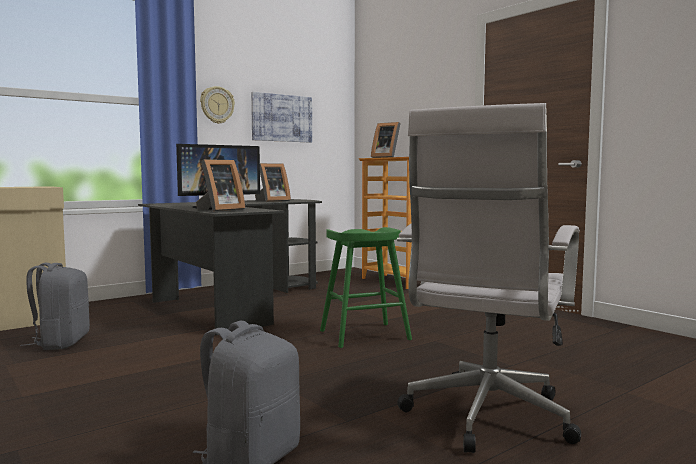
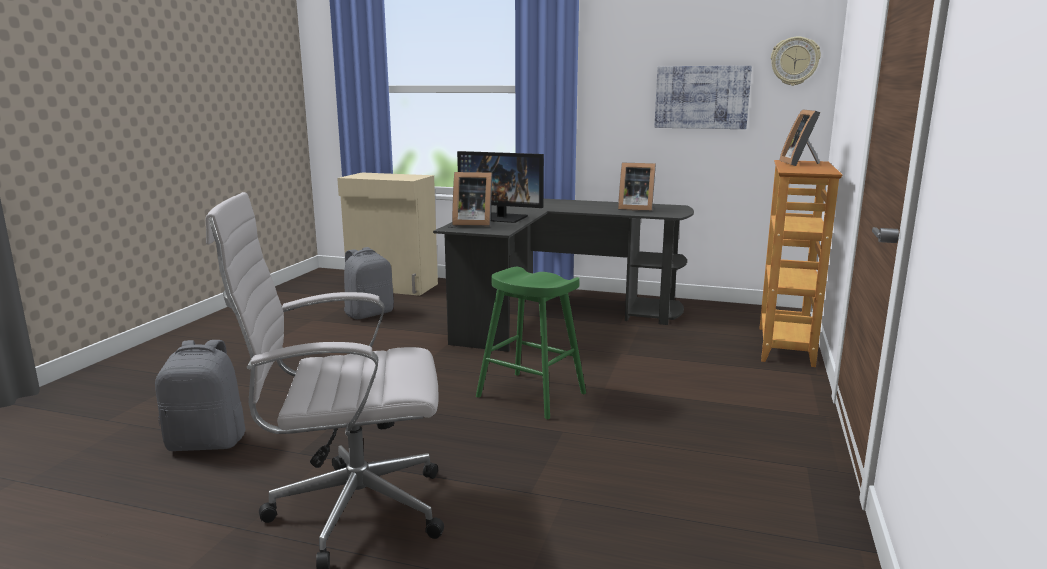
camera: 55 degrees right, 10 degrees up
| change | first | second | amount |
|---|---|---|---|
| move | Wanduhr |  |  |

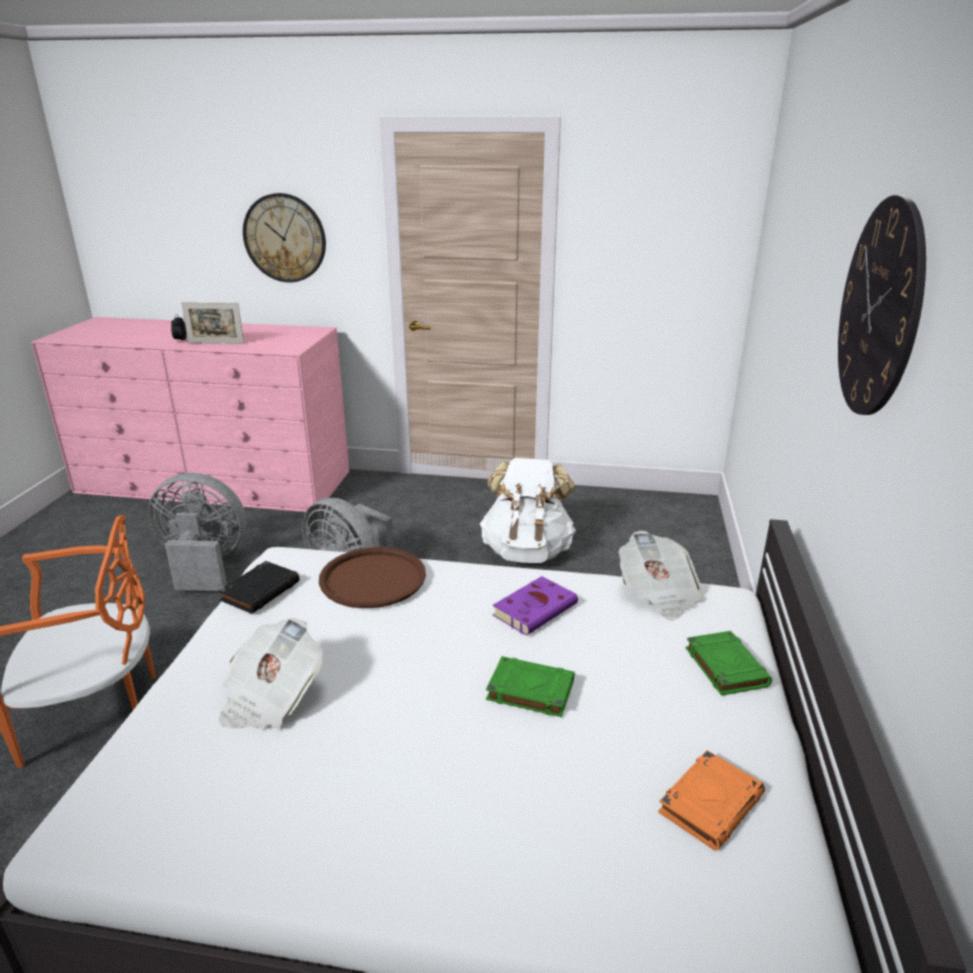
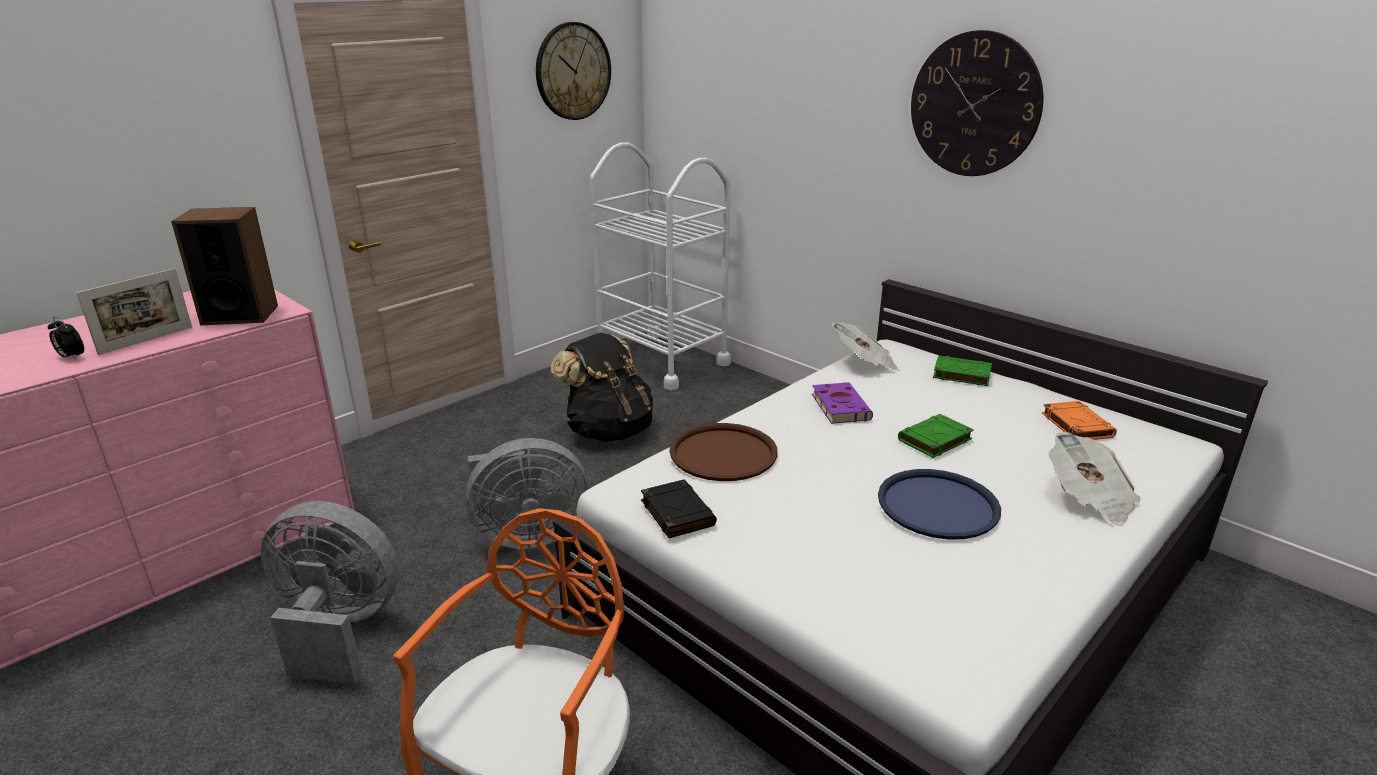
camera: 55 degrees left, 0 degrees up
| change | first | second | amount |
|---|---|---|---|
| insert |  | Lautsprecher |  |
| rotate | Ventilator (grau) (1st from left) |  | 60 degrees clockwise |
| move | Wanduhr (1st from left) |  |  |
| recolor | Rucksack (weiß) | Rucksack (schwarz) |  |
| insert |  | Rollwagen (weiß) |  |
| insert |  | Tablett (blau) |  |
| move | Zeitung (1st from left in the first image) | Zeitung (2nd from left) |  |

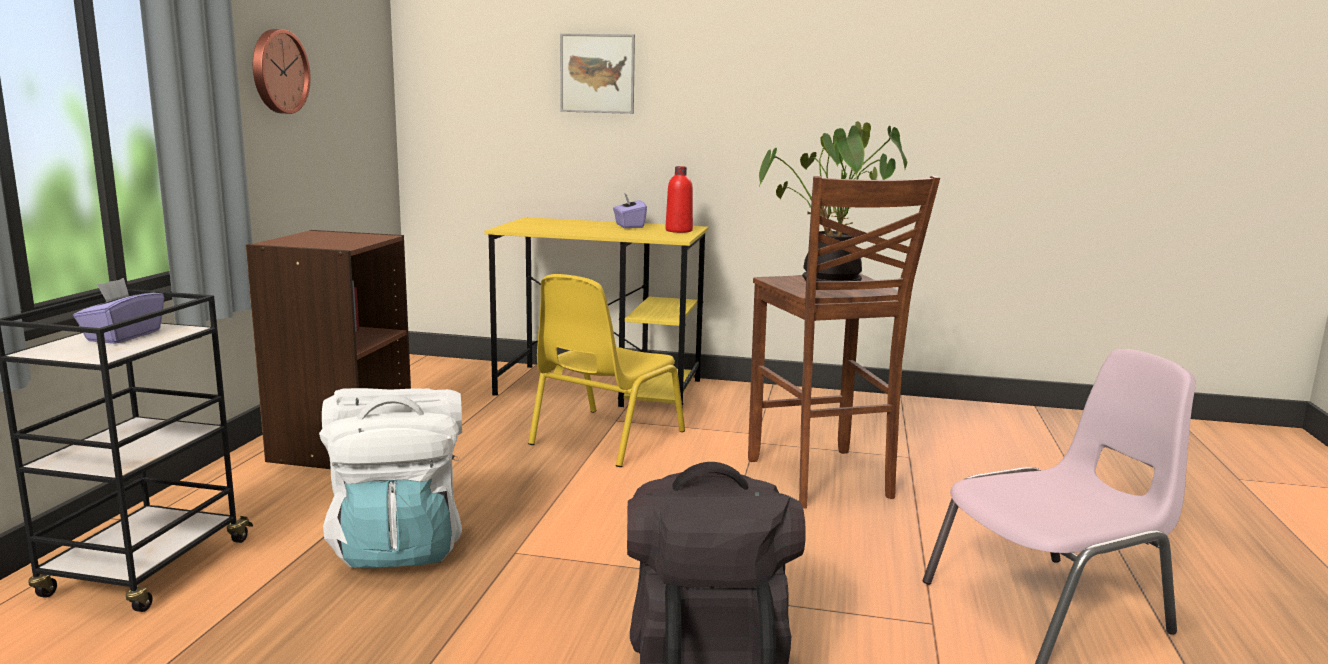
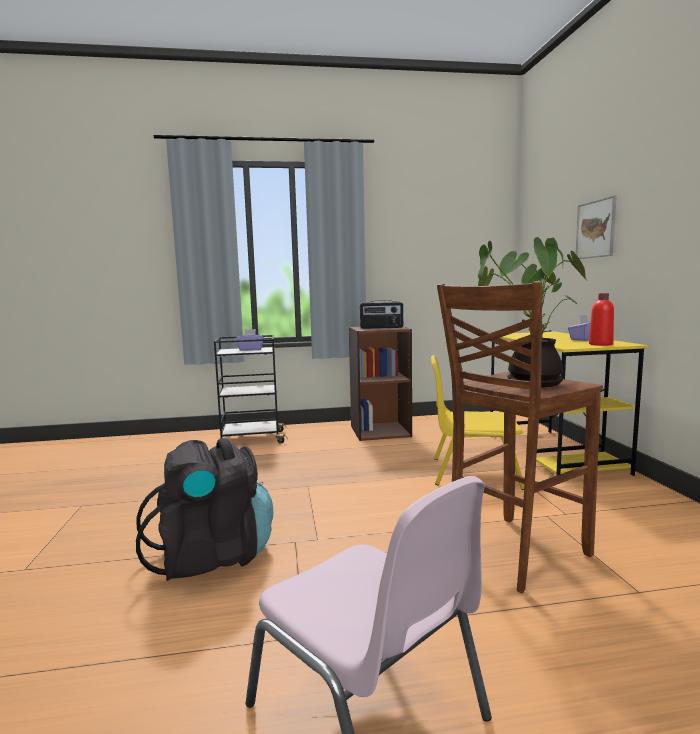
camera: 70 degrees right, 5 degrees down
| change | first | second | amount |
|---|---|---|---|
| insert |  | Radio |  |
| delete | Wanduhr |  |  |
| delete | Rucksack (weiß) |  |  |

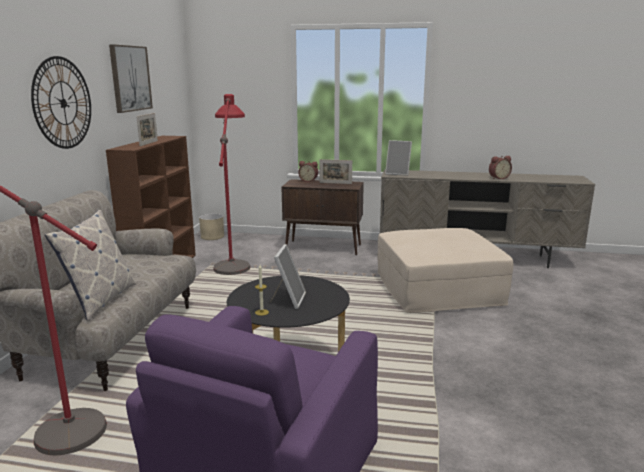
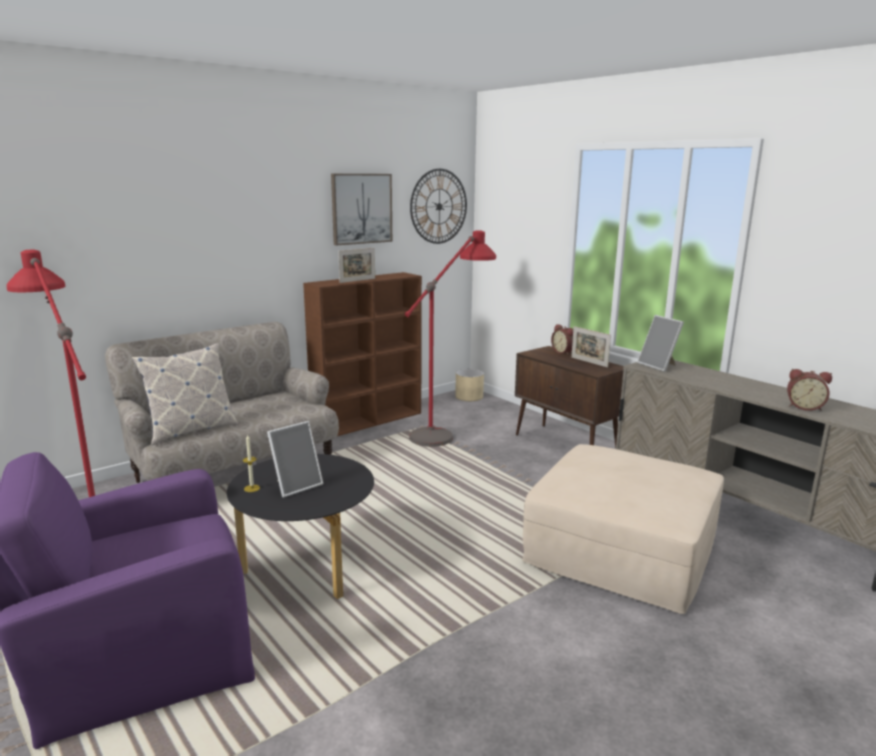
camera: 40 degrees right, 0 degrees up
| change | first | second | amount |
|---|---|---|---|
| move | Wanduhr |  |  |

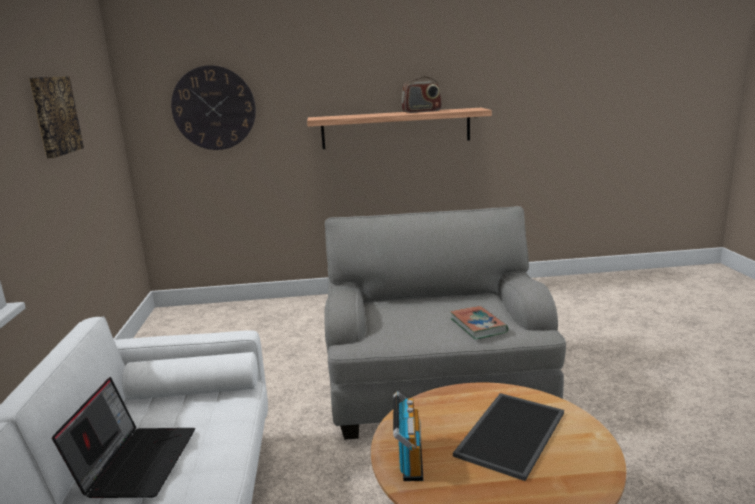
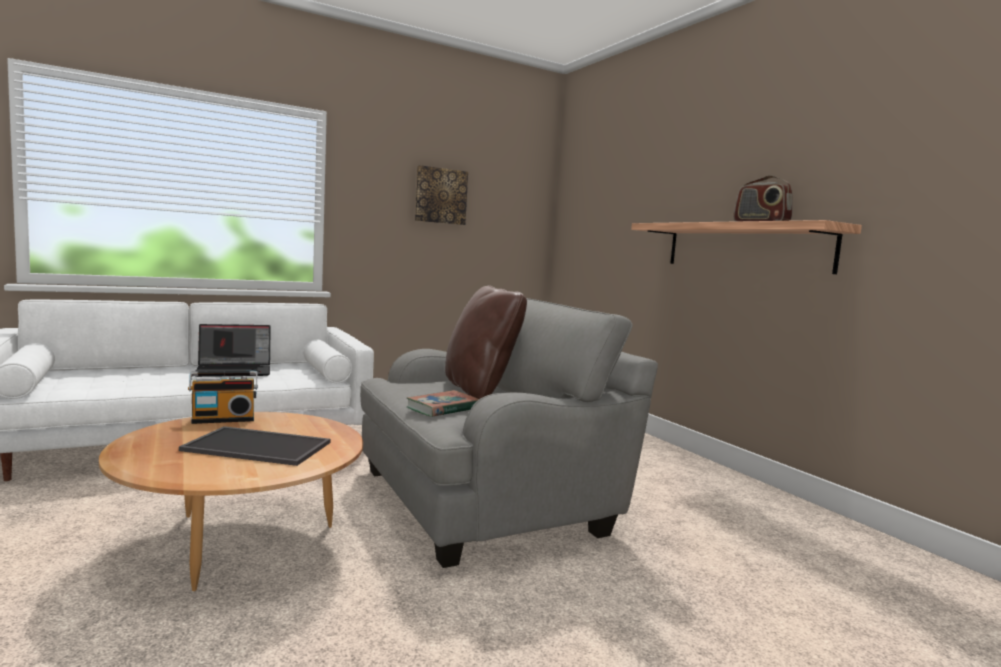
camera: 65 degrees right, 10 degrees down
| change | first | second | amount |
|---|---|---|---|
| insert |  | Kissen (braun) |  |
| delete | Wanduhr |  |  |

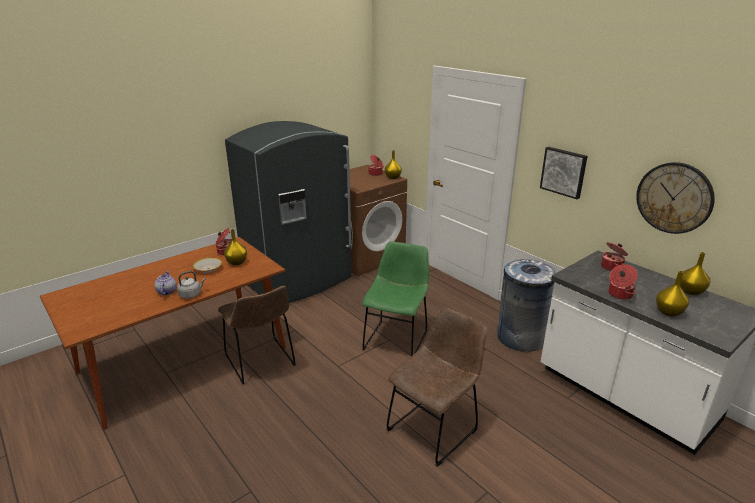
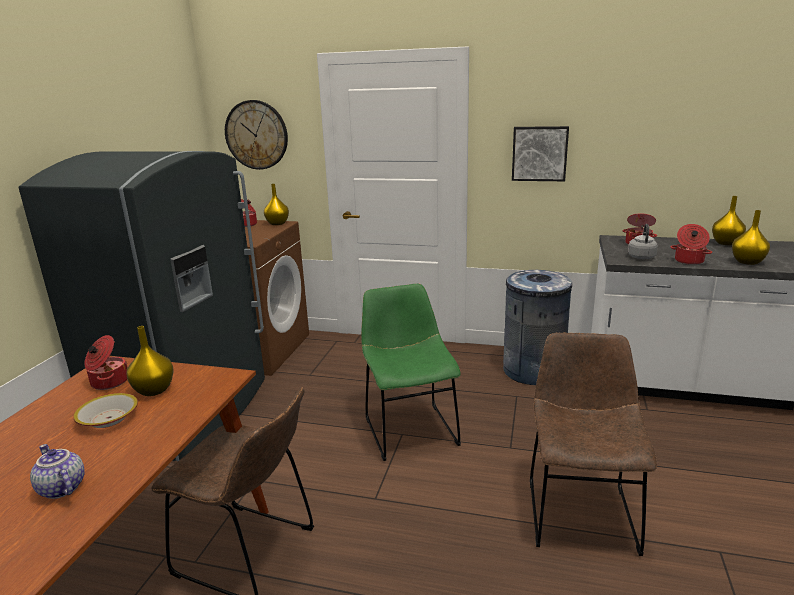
camera: 35 degrees left, 5 degrees down
| change | first | second | amount |
|---|---|---|---|
| move | Wanduhr |  |  |
| move | Wasserkessel (grau) |  |  |

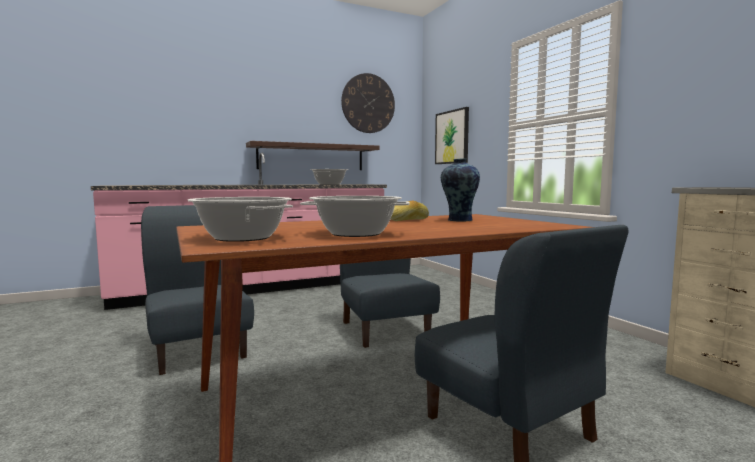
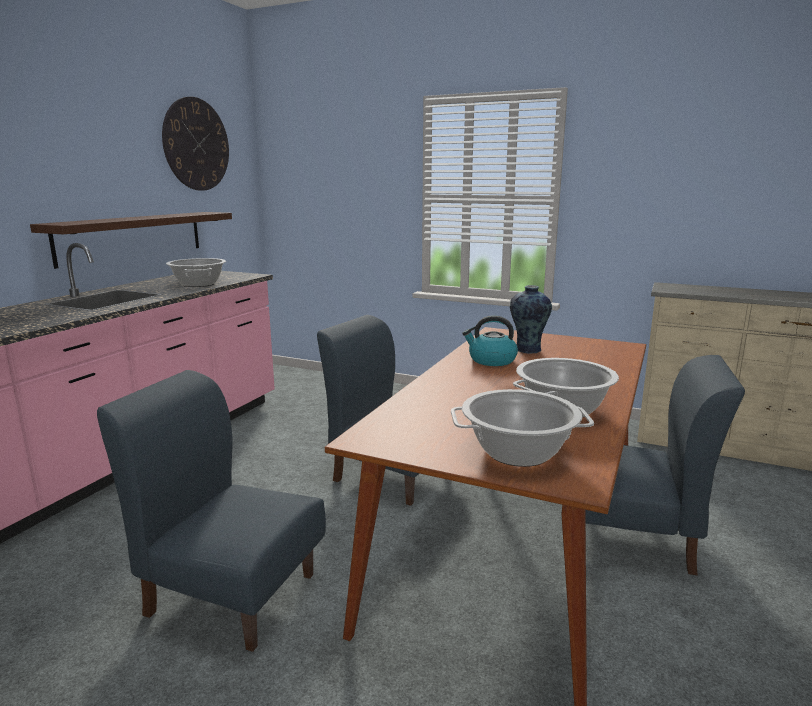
camera: 40 degrees left, 10 degrees up
| change | first | second | amount |
|---|---|---|---|
| replace | Brot | Wasserkessel |  |
| delete | Bild |  |  |

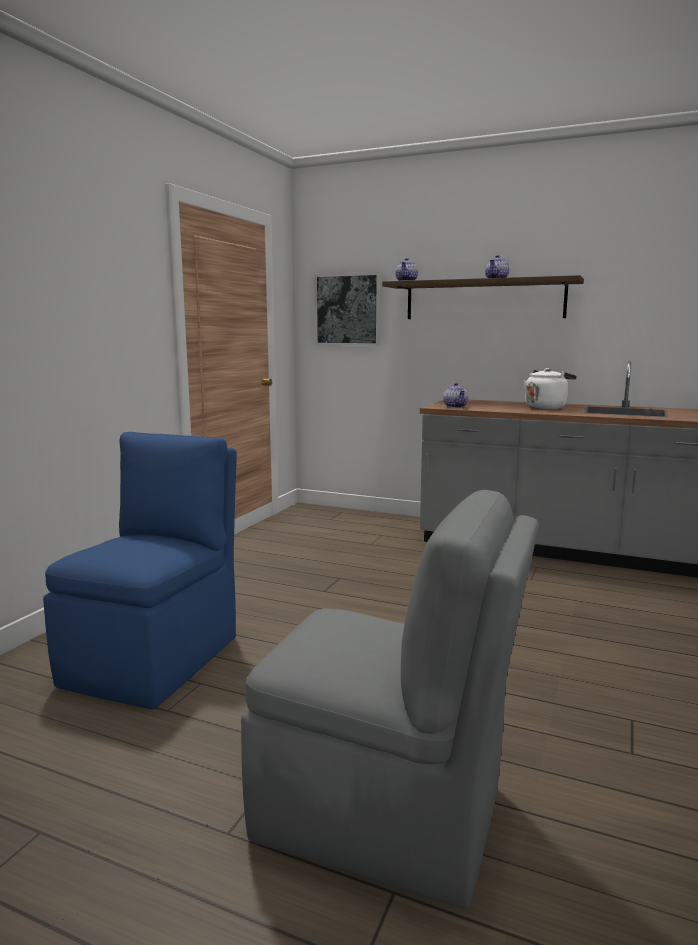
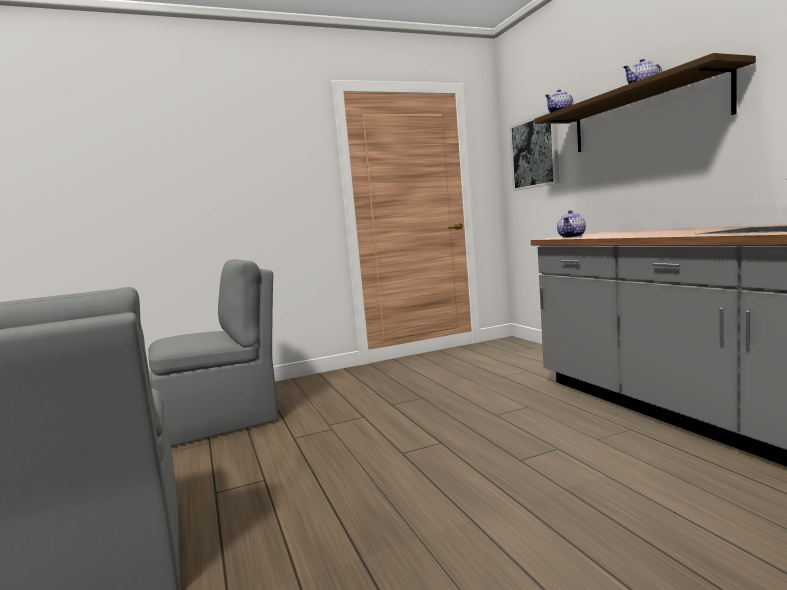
camera: 45 degrees right, 5 degrees down
| change | first | second | amount |
|---|---|---|---|
| recolor | Stuhl (blau) | Stuhl (grau) (2nd from left) |  |
| delete | Wasserkessel (weiß) |  |  |

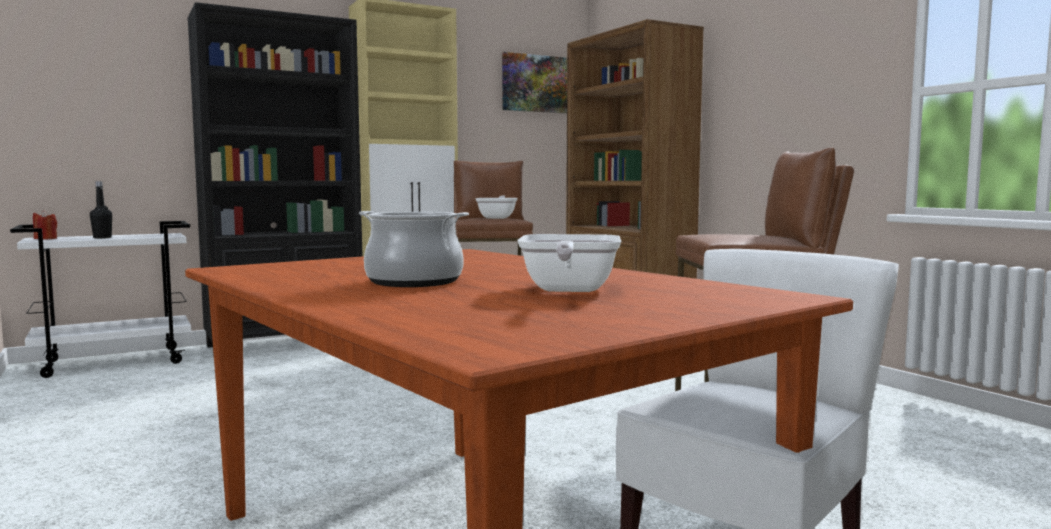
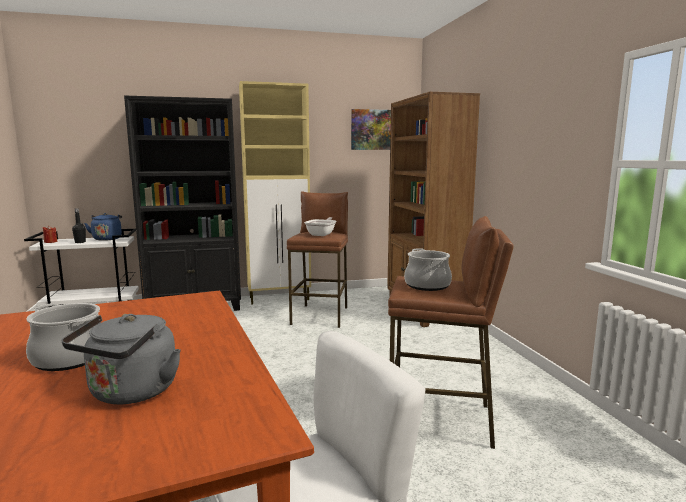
camera: 15 degrees right, 5 degrees up
| change | first | second | amount |
|---|---|---|---|
| replace | Pfanne (2nd from left) | Wasserkessel (grau) |  |
| insert |  | Wasserkessel (blau) |  |
| insert |  | Kochtopf (2nd from left) |  |

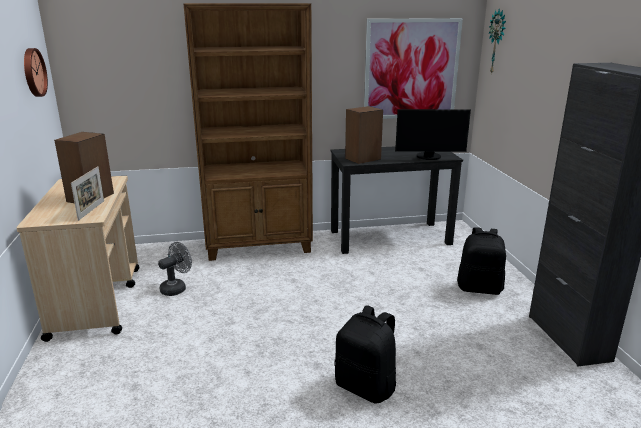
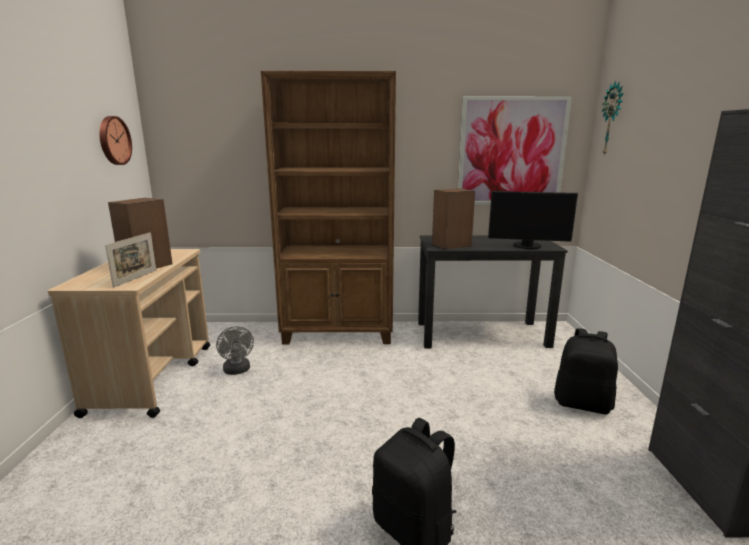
camera: 10 degrees right, 5 degrees down
| change | first | second | amount |
|---|---|---|---|
| rotate | Ventilator (grau) |  | 105 degrees clockwise |

